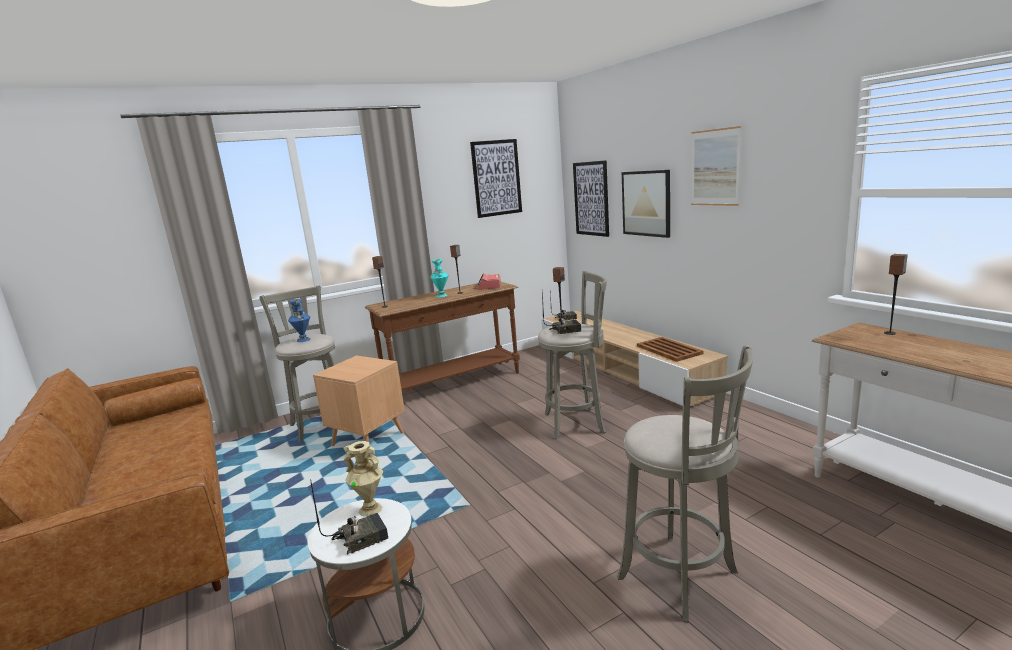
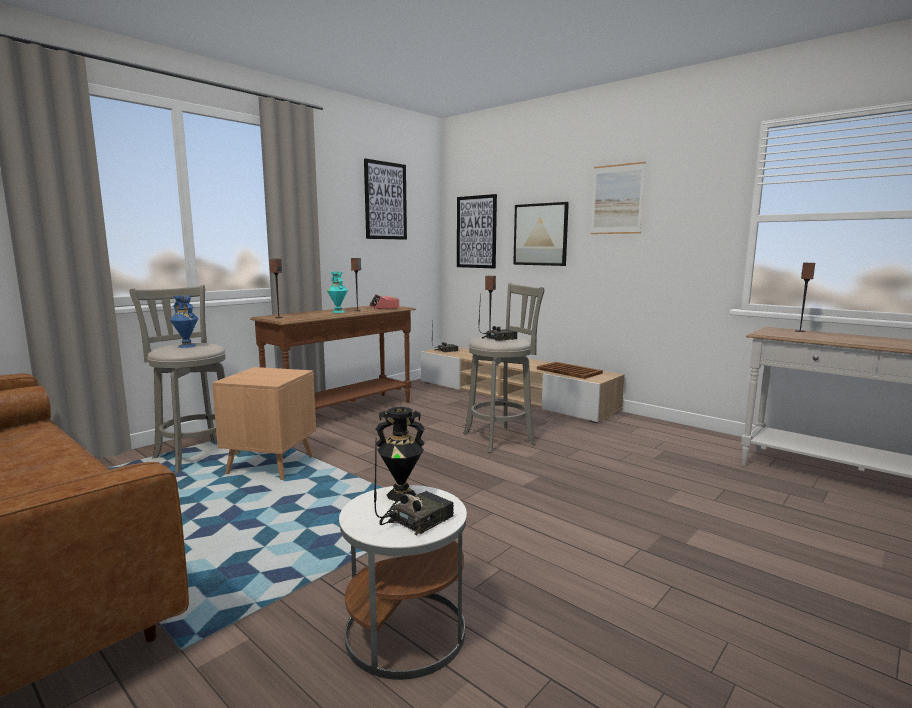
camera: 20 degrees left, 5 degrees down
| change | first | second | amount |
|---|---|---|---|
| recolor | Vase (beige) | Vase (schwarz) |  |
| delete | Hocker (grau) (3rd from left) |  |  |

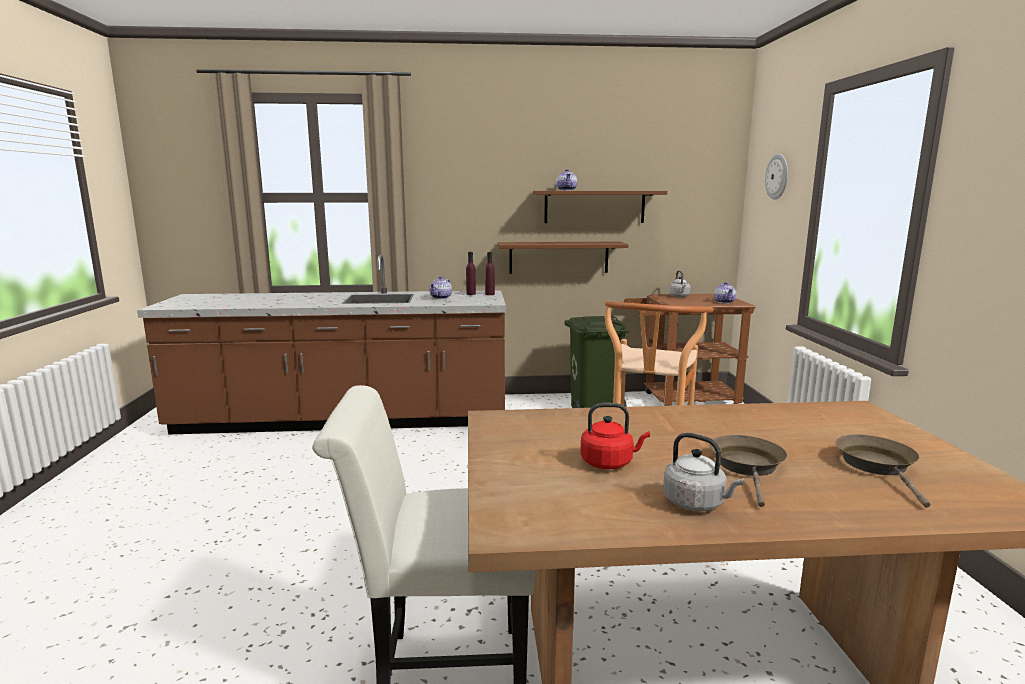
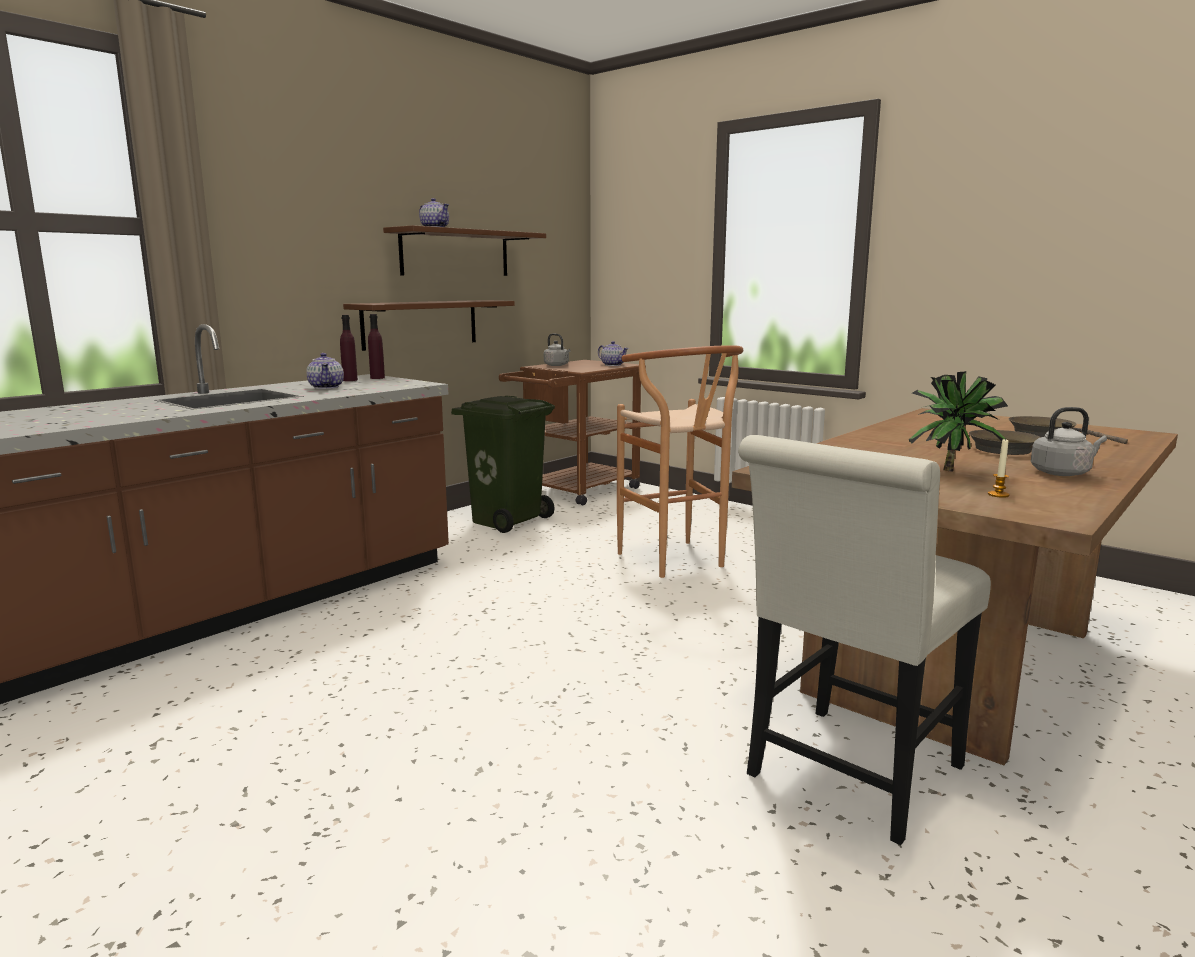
camera: 45 degrees left, 0 degrees up
| change | first | second | amount |
|---|---|---|---|
| replace | Wasserkessel (rot) | Topfpflanze |  |
| insert |  | Kerze |  |
| delete | Wanduhr |  |  |

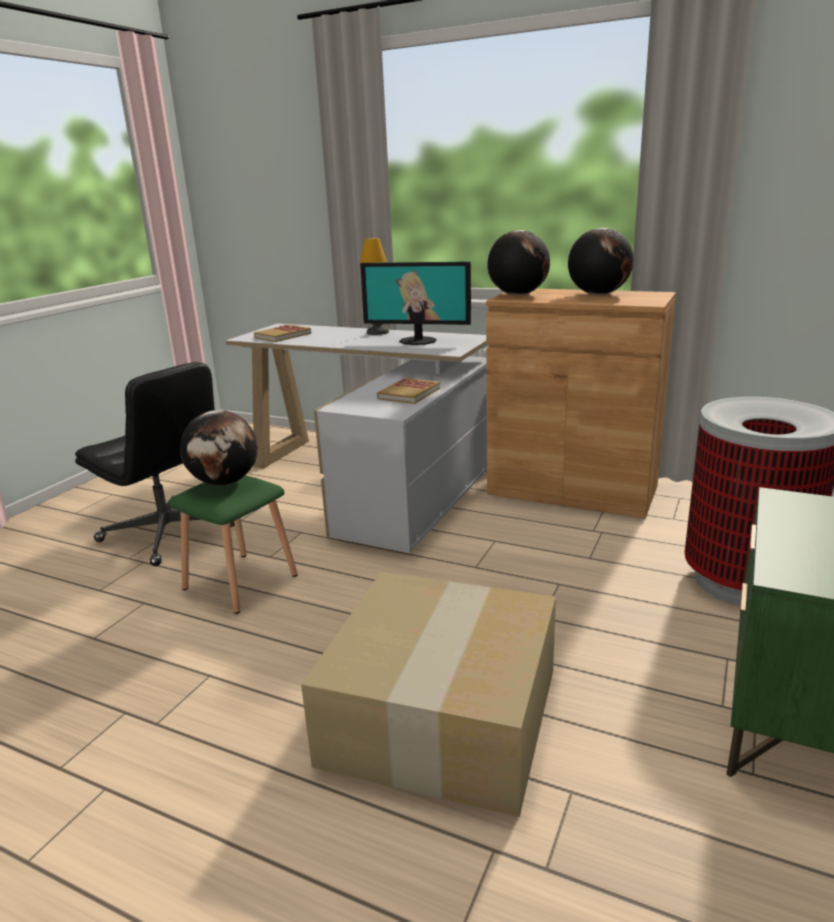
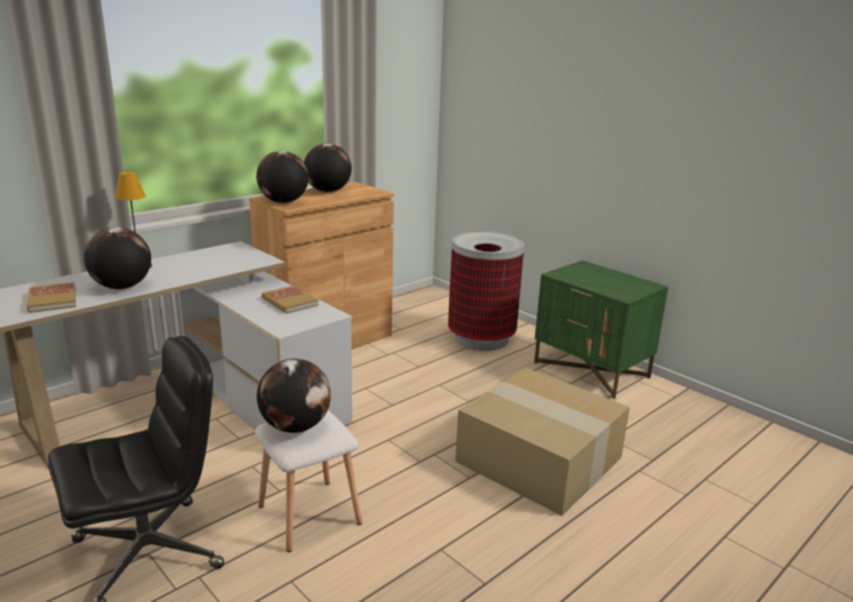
camera: 70 degrees left, 0 degrees up
| change | first | second | amount |
|---|---|---|---|
| insert |  | Globus (1st from left) |  |
| recolor | Hocker (grün) | Hocker (weiß) |  |
| delete | Monitor |  |  |

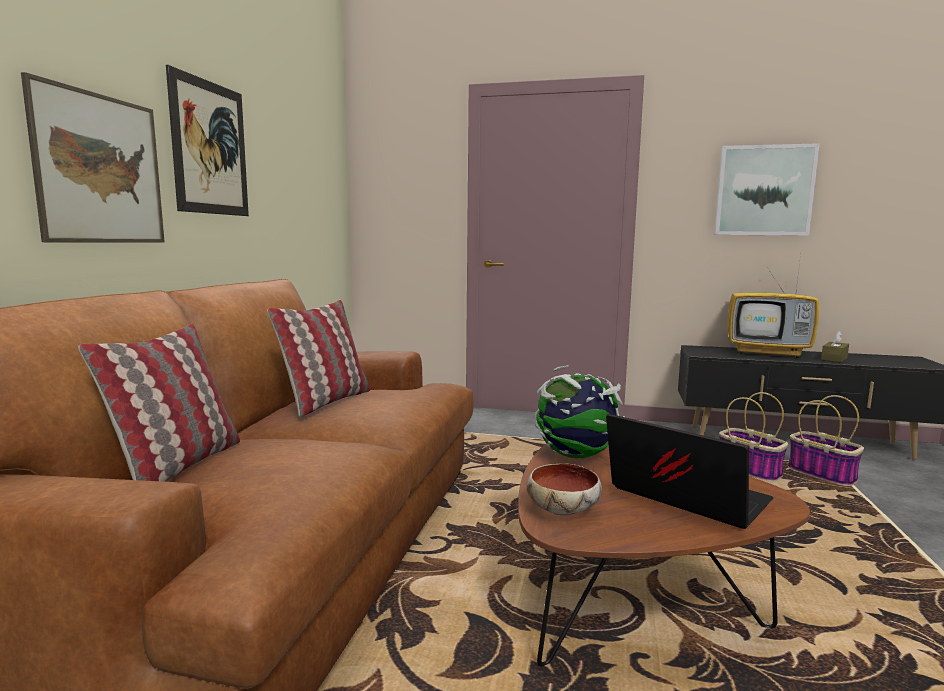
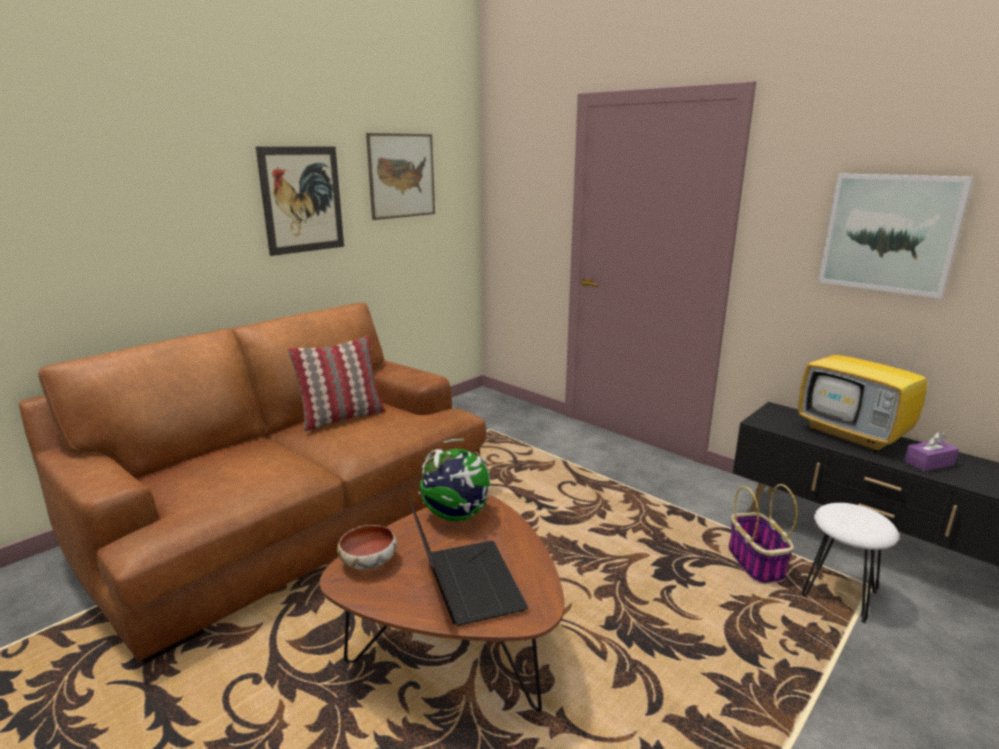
camera: 30 degrees right, 10 degrees up
| change | first | second | amount |
|---|---|---|---|
| move | Bild (1st from left in the first image) | Bild (2nd from left) |  |
| replace | Korb (2nd from left) | Hocker (weiß) |  |
| recolor | Taschentuchbox (braun) | Taschentuchbox (lila) |  |
| delete | Kissen (1st from left) |  |  |

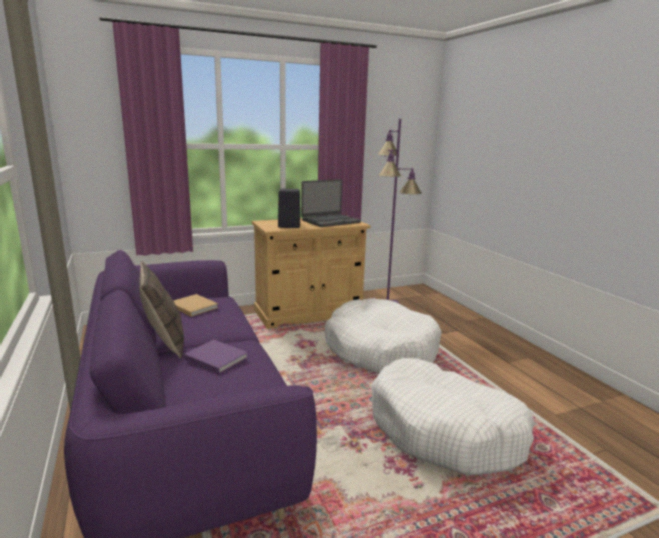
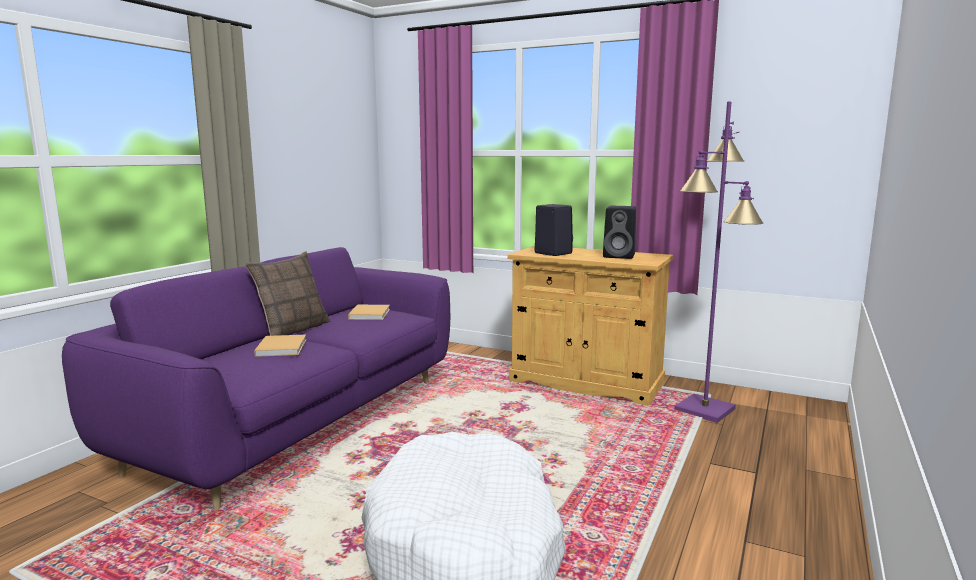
camera: 50 degrees right, 5 degrees down
| change | first | second | amount |
|---|---|---|---|
| recolor | Buch (lila) | Buch (beige) (1st from left) |  |
| replace | Laptop | Lautsprecher (schwarz) (2nd from left) |  |
| delete | Hundebett (weiß) (1st from left) |  |  |

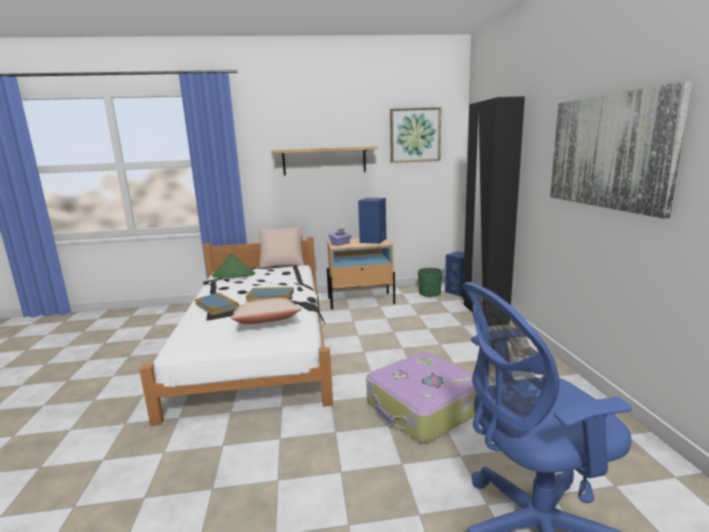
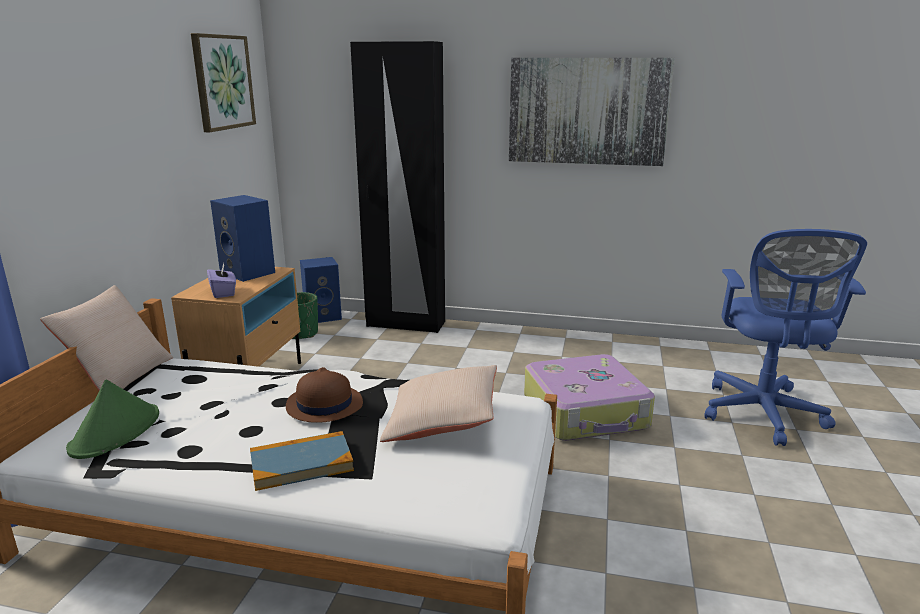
camera: 70 degrees left, 5 degrees up
| change | first | second | amount |
|---|---|---|---|
| replace | Buch (2nd from left) | Hut (braun) |  |
| delete | Wandregal |  |  |

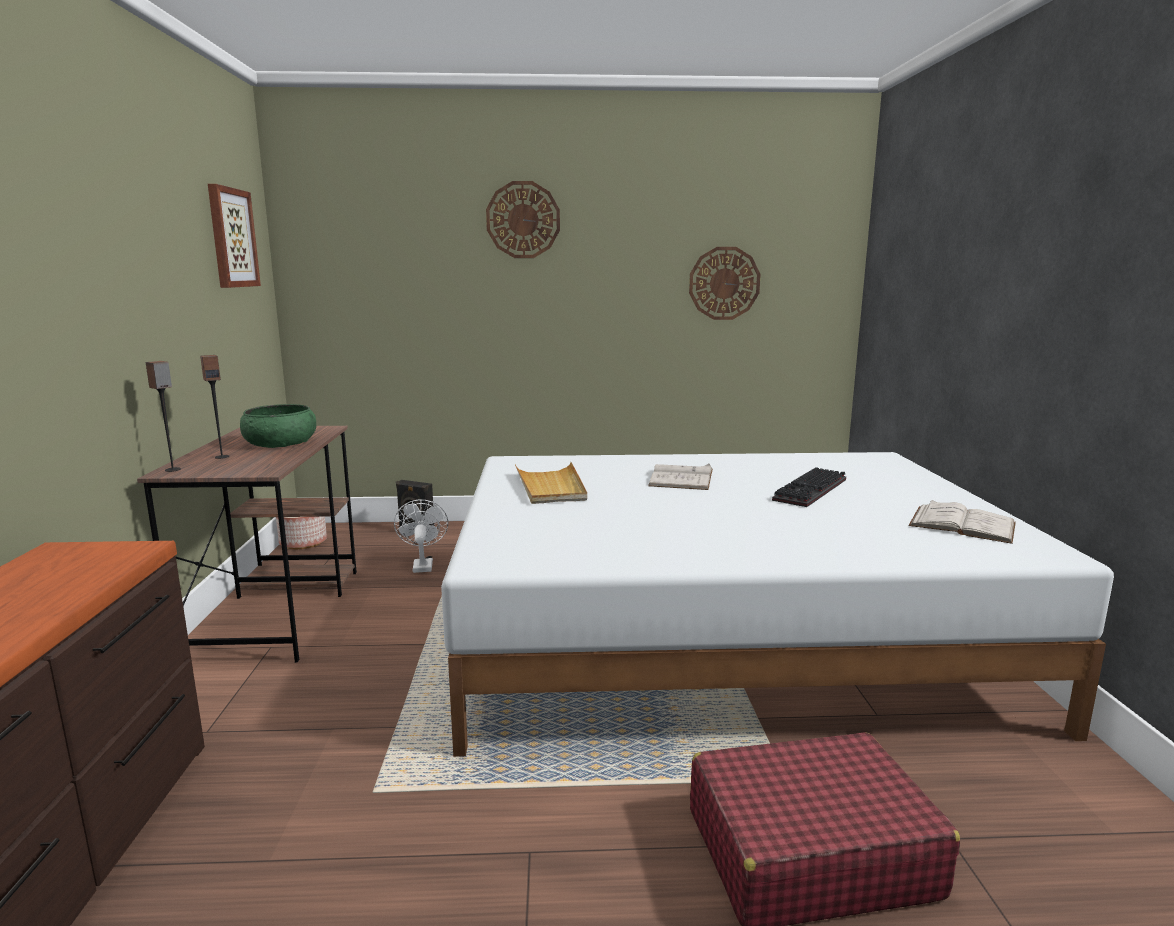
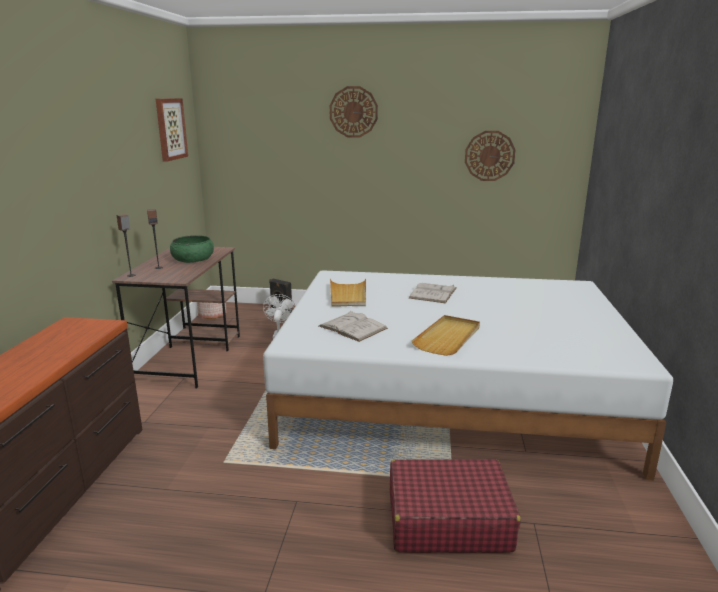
camera: 10 degrees right, 5 degrees up
| change | first | second | amount |
|---|---|---|---|
| move | Buch (weiß) (2nd from left in the first image) | Buch (weiß) (1st from left) |  |
| insert |  | Tablett (beige) (2nd from left) |  |
| delete | Tastatur |  |  |

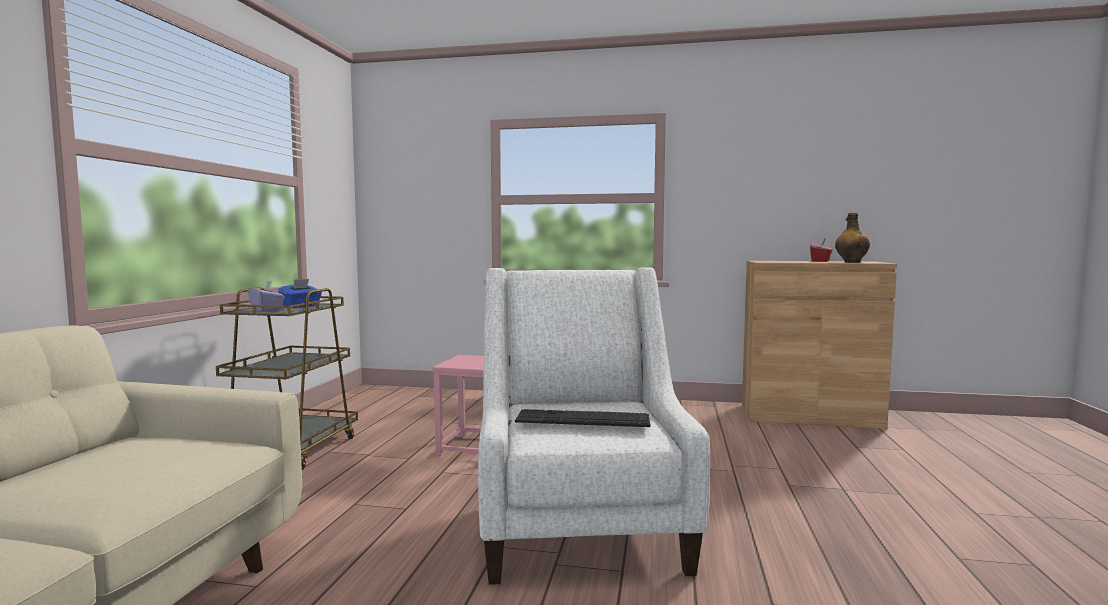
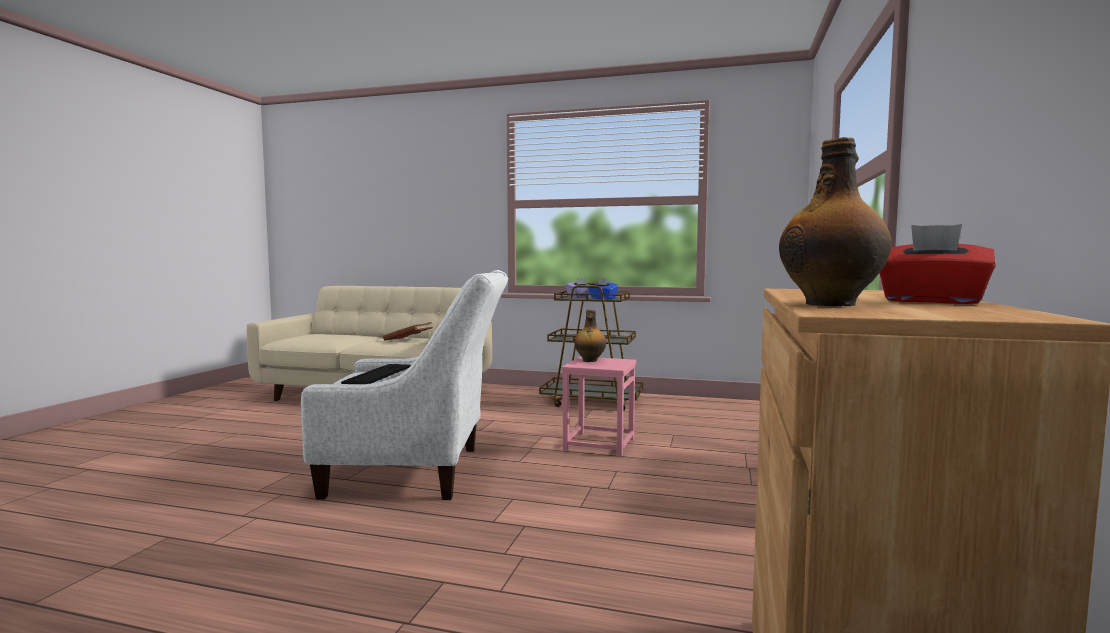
camera: 95 degrees right, 0 degrees up
| change | first | second | amount |
|---|---|---|---|
| insert |  | Buch (braun) |  |
| insert |  | Flasche (1st from left) |  |

